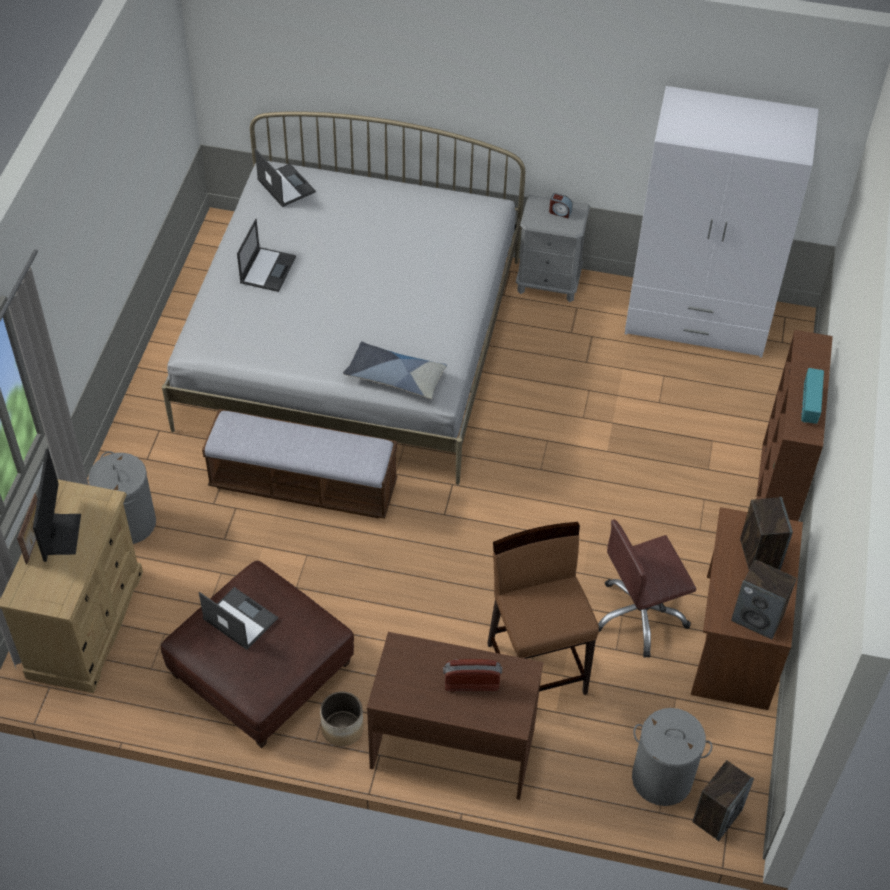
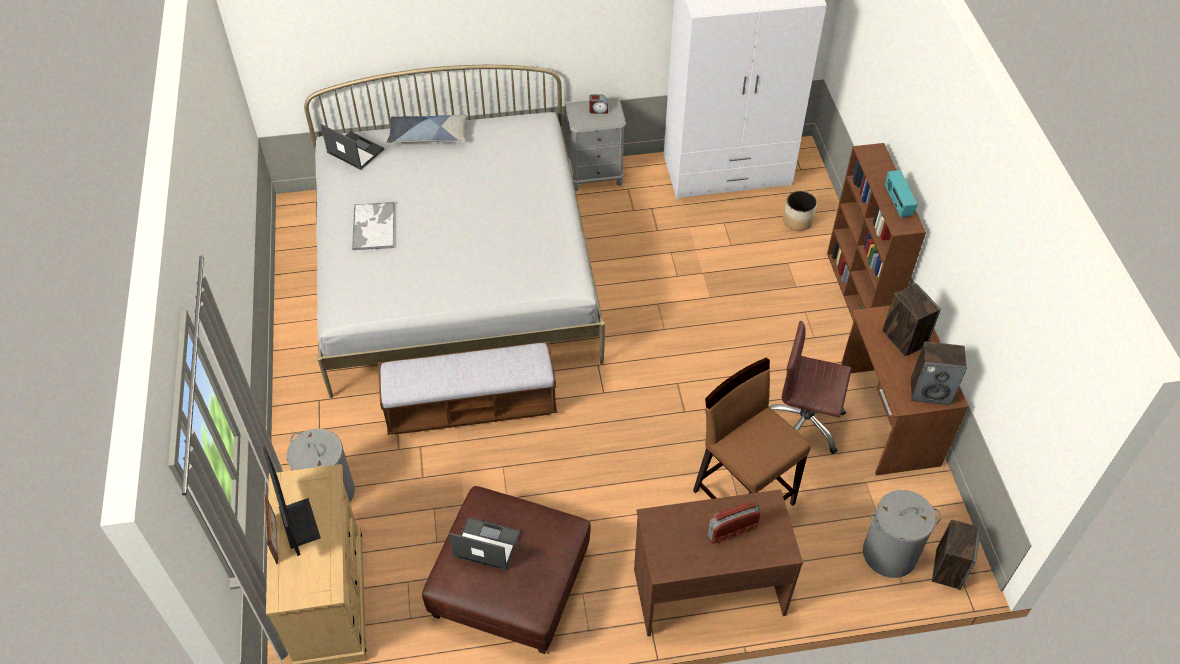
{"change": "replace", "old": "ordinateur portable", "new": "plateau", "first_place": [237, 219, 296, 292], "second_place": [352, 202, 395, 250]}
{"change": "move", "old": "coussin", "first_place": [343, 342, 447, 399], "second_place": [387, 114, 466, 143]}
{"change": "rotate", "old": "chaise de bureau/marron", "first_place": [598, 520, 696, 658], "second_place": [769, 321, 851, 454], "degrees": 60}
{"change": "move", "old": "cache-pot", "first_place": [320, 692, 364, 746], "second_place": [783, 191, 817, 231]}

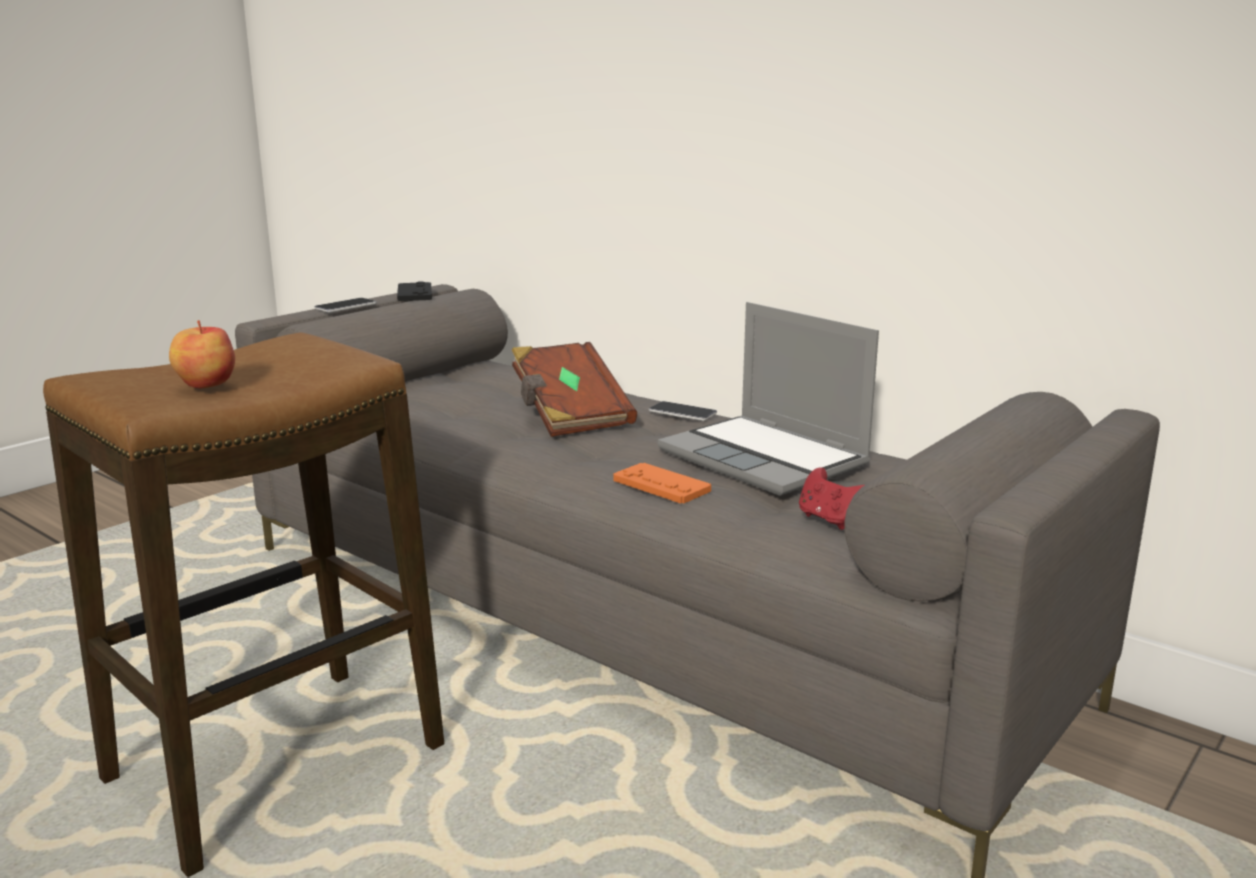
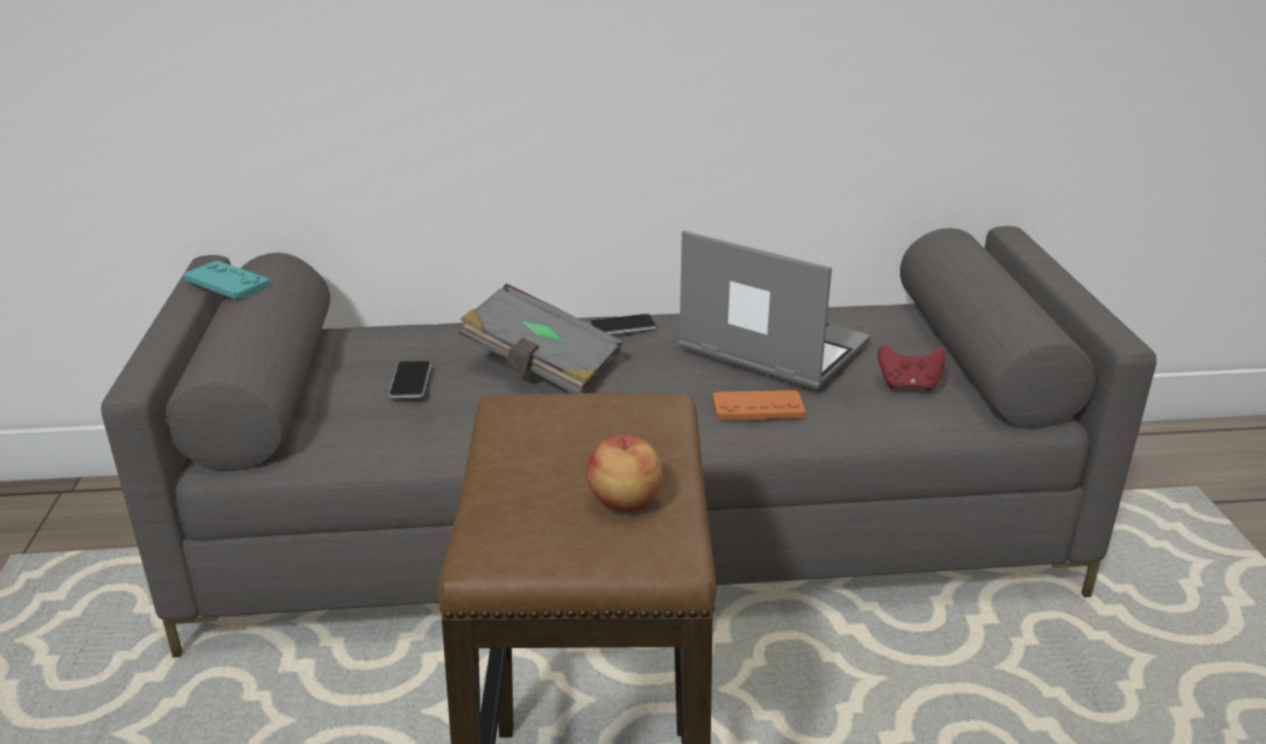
{"change": "recolor", "old": "manette/noir", "new": "manette/turquoise", "first_place": [397, 281, 432, 301], "second_place": [183, 261, 270, 299]}
{"change": "move", "old": "téléphone", "first_place": [314, 298, 376, 313], "second_place": [389, 361, 431, 398]}
{"change": "recolor", "old": "livre/marron", "new": "livre/gris", "first_place": [512, 342, 637, 437], "second_place": [459, 283, 623, 393]}
{"change": "rotate", "old": "ordinateur portable", "first_place": [658, 302, 879, 496], "second_place": [678, 231, 871, 390], "degrees": -150}

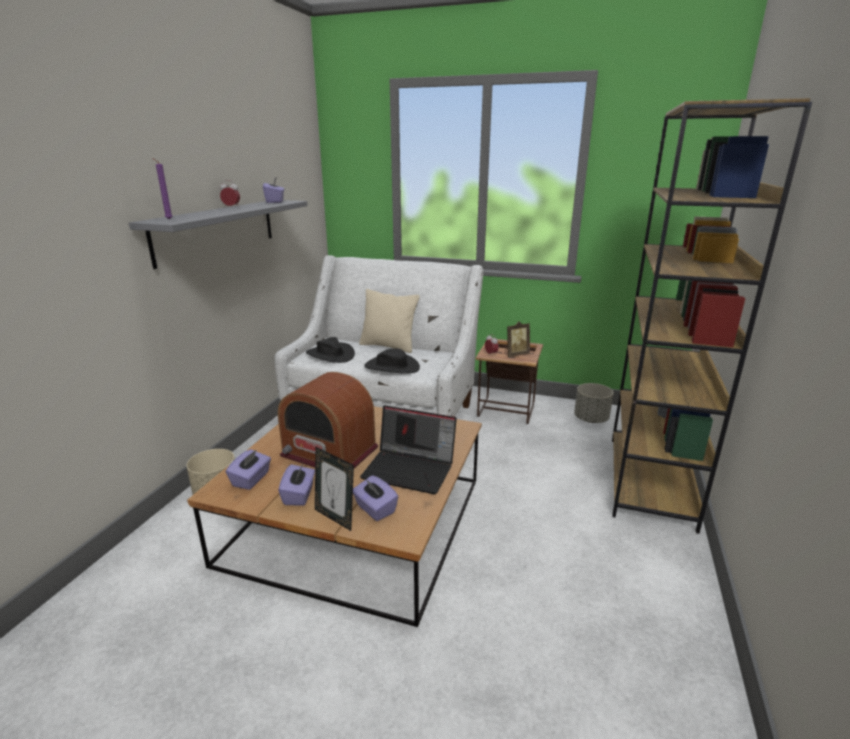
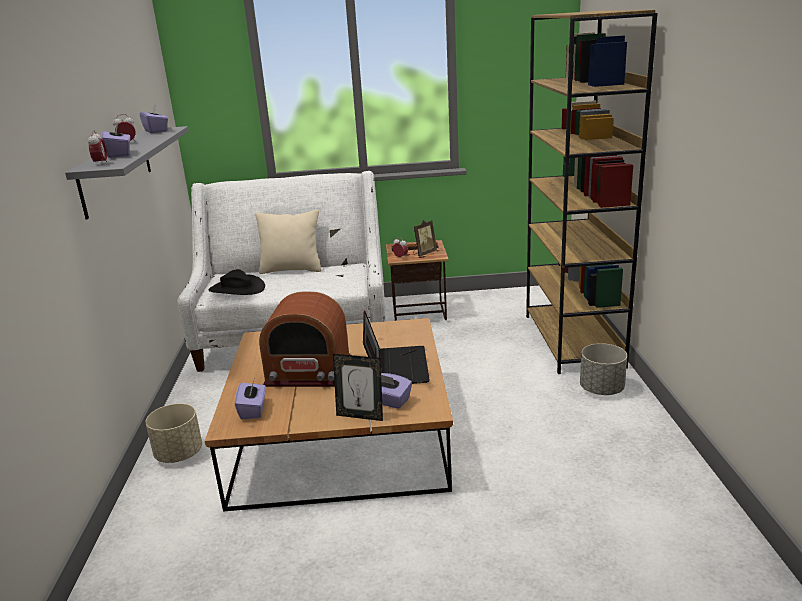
{"change": "replace", "old": "bougie/violet", "new": "réveil", "first_place": [152, 158, 173, 220], "second_place": [88, 130, 107, 165]}
{"change": "move", "old": "boîte à mouchoirs/violet", "first_place": [278, 464, 315, 505], "second_place": [101, 123, 130, 158]}
{"change": "rotate", "old": "ordinateur portable", "first_place": [360, 405, 457, 494], "second_place": [363, 311, 430, 384], "degrees": -90}
{"change": "move", "old": "cache-pot/gris", "first_place": [574, 383, 613, 423], "second_place": [580, 343, 627, 395]}
{"change": "delete", "old": "chapeau/noir", "first_place": [364, 348, 420, 374]}

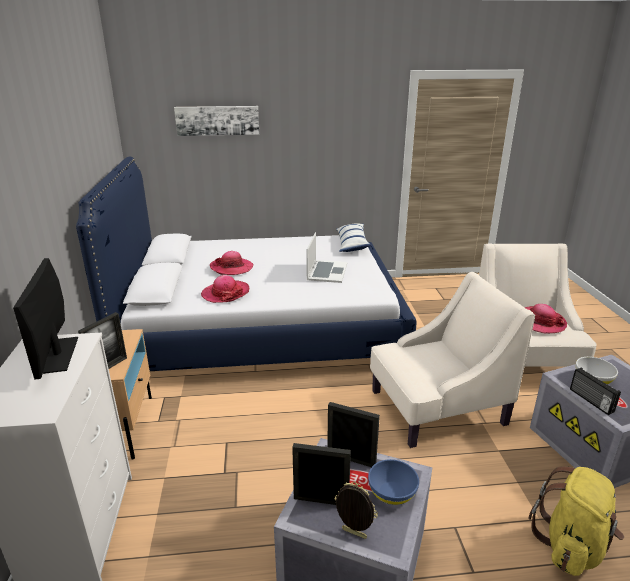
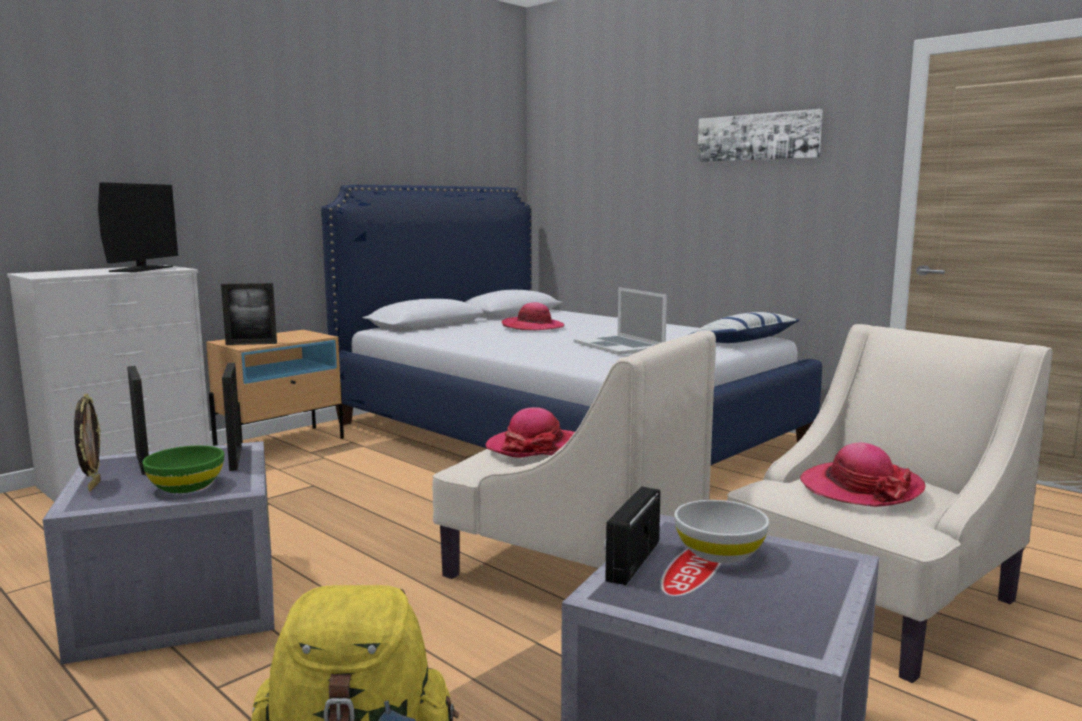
{"change": "rotate", "old": "écran d'ordinateur", "first_place": [13, 258, 78, 380], "second_place": [98, 182, 178, 272], "degrees": 150}
{"change": "recolor", "old": "bol/bleu", "new": "bol/vert", "first_place": [368, 459, 419, 505], "second_place": [142, 446, 224, 493]}
{"change": "move", "old": "chapeau", "first_place": [201, 275, 249, 303], "second_place": [485, 407, 575, 458]}
{"change": "rotate", "old": "ordinateur portable", "first_place": [306, 232, 347, 283], "second_place": [574, 287, 667, 355], "degrees": 90}
{"change": "move", "old": "tableau", "first_place": [174, 106, 259, 136], "second_place": [697, 109, 823, 162]}

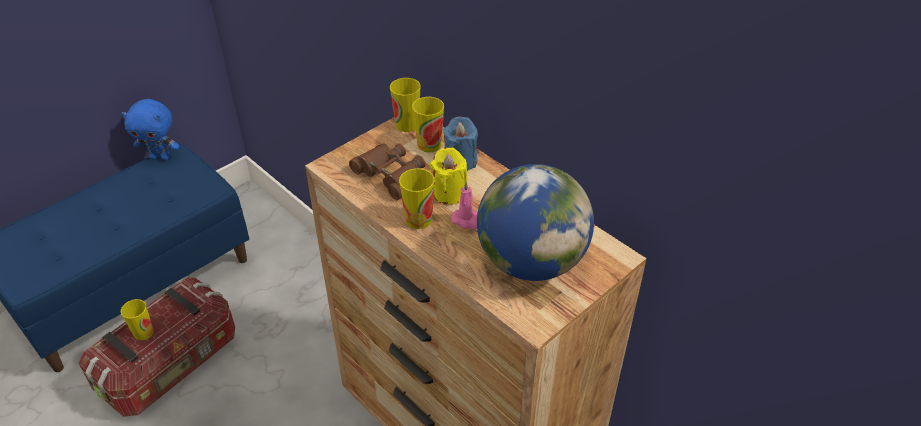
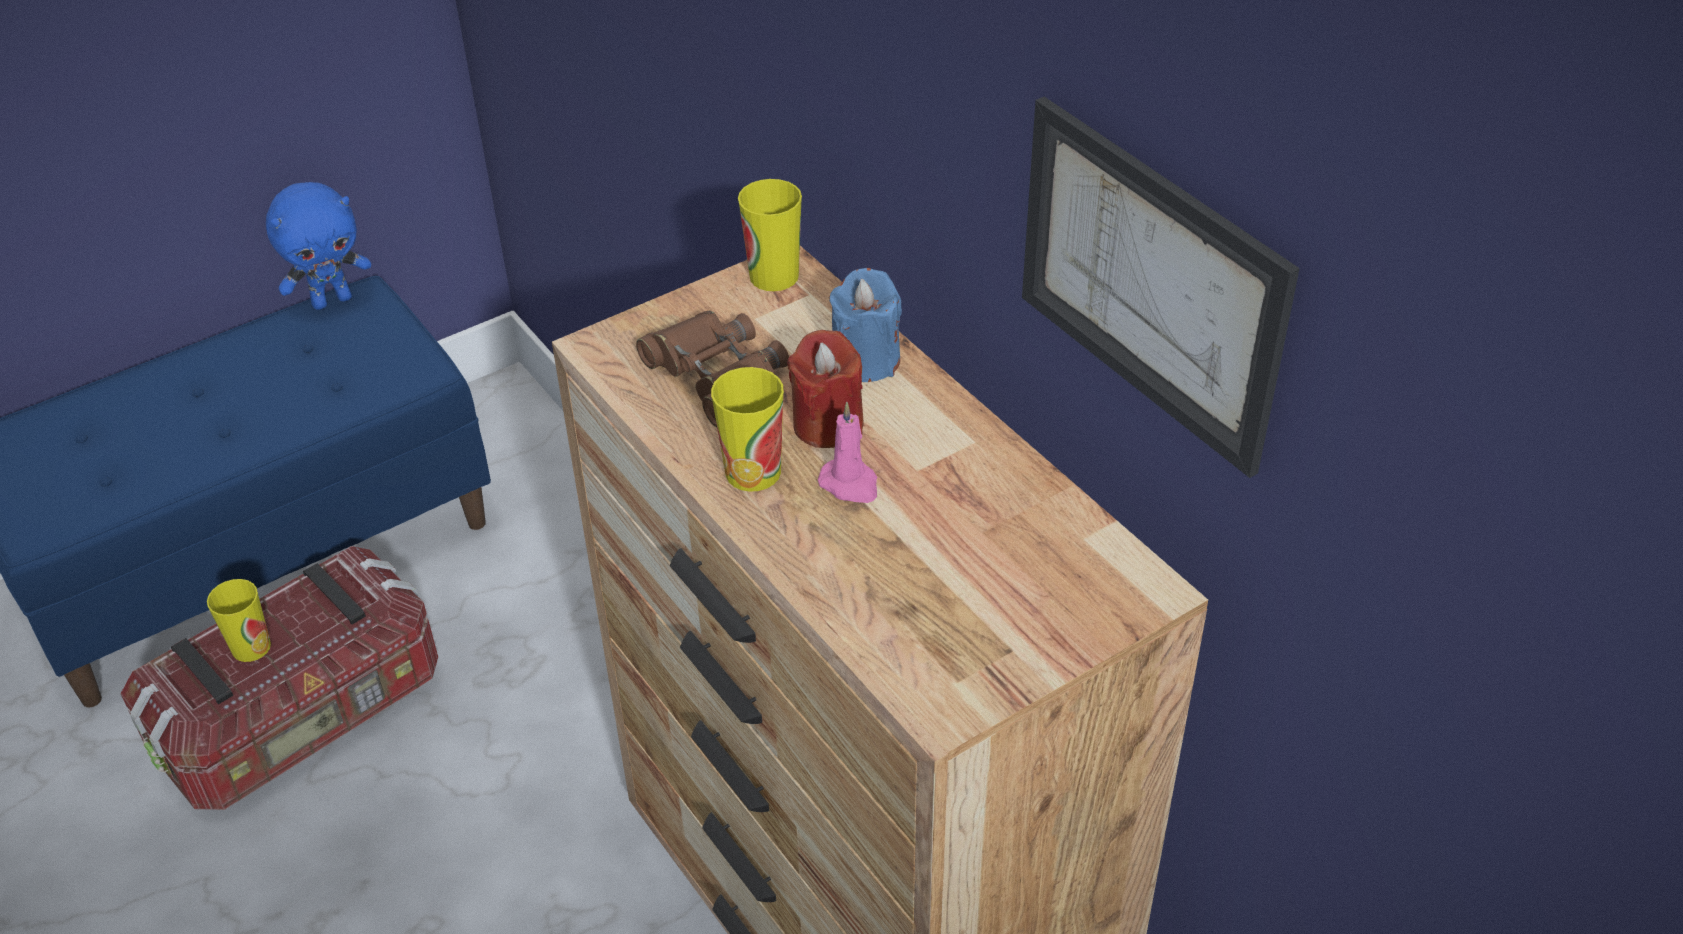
{"change": "rotate", "old": "peluche/bleu", "first_place": [121, 99, 179, 160], "second_place": [266, 182, 371, 310], "degrees": -45}
{"change": "recolor", "old": "bougie/jaune", "new": "bougie/rouge", "first_place": [430, 148, 467, 205], "second_place": [787, 330, 864, 448]}
{"change": "insert", "new": "tableau", "second_place": [1022, 97, 1300, 478]}
{"change": "delete", "old": "tasse", "first_place": [412, 97, 444, 152]}
{"change": "delete", "old": "globe", "first_place": [477, 164, 594, 281]}

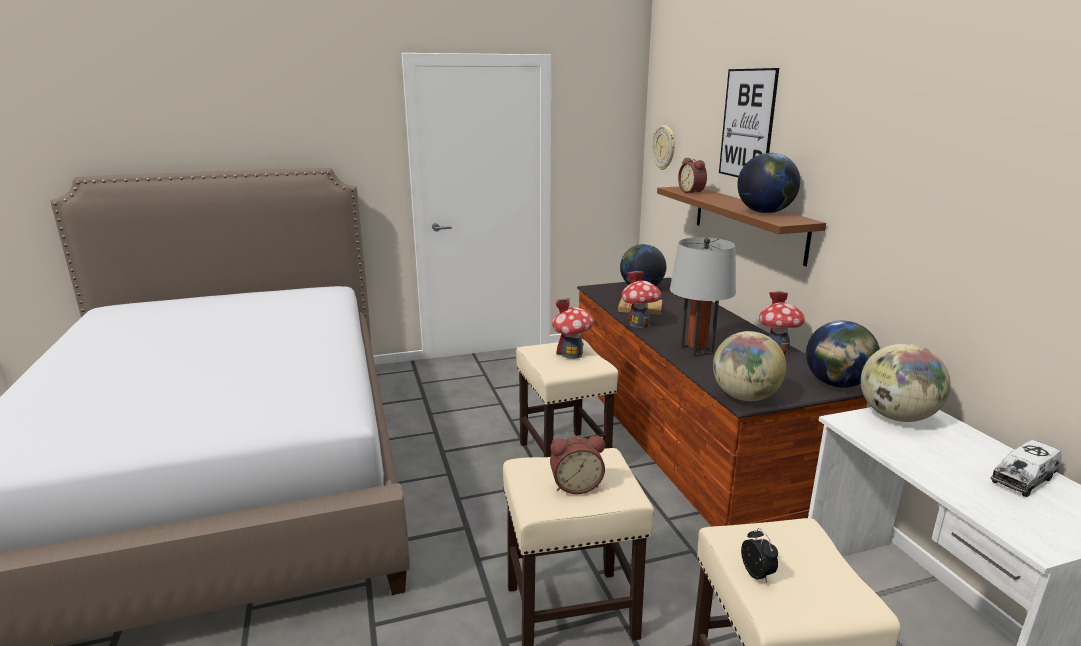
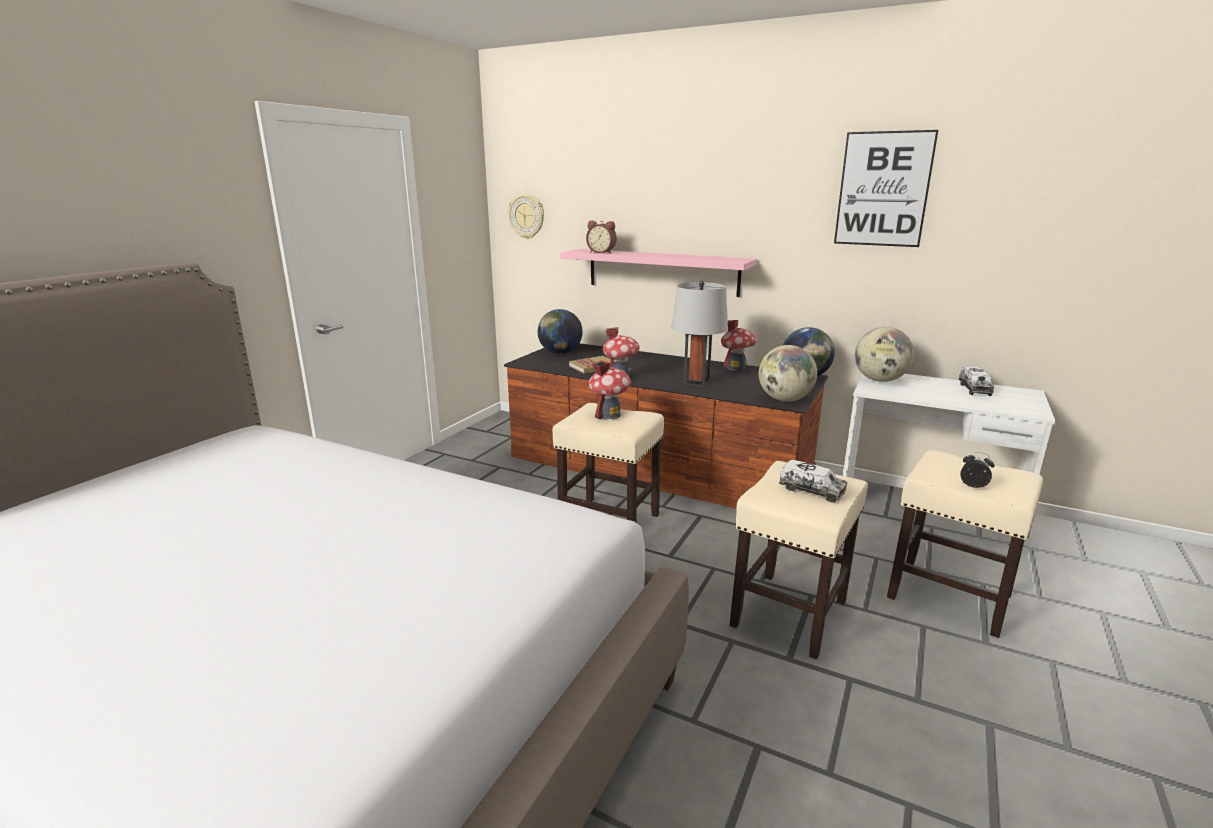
{"change": "recolor", "old": "étagère/marron", "new": "étagère/rose", "first_place": [657, 186, 826, 267], "second_place": [560, 249, 757, 297]}
{"change": "replace", "old": "réveil", "new": "camion jouet", "first_place": [550, 436, 605, 494], "second_place": [779, 460, 847, 503]}
{"change": "move", "old": "tableau", "first_place": [719, 68, 779, 177], "second_place": [834, 130, 938, 247]}
{"change": "delete", "old": "globe", "first_place": [737, 153, 800, 213]}

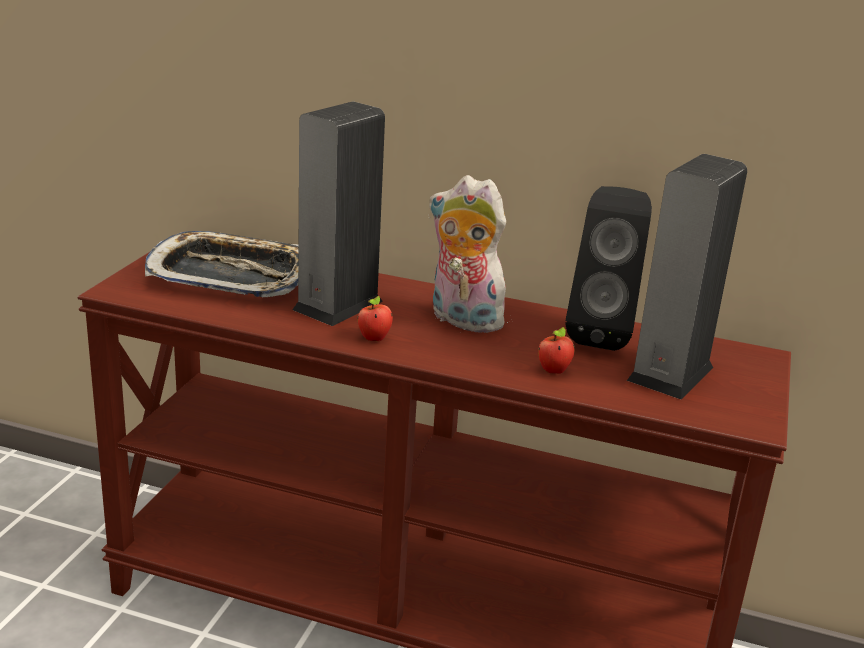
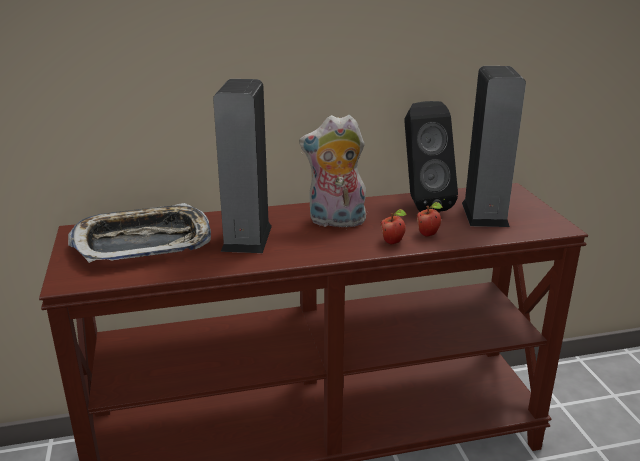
{"change": "move", "old": "pomme", "first_place": [357, 296, 393, 341], "second_place": [381, 209, 407, 244]}

